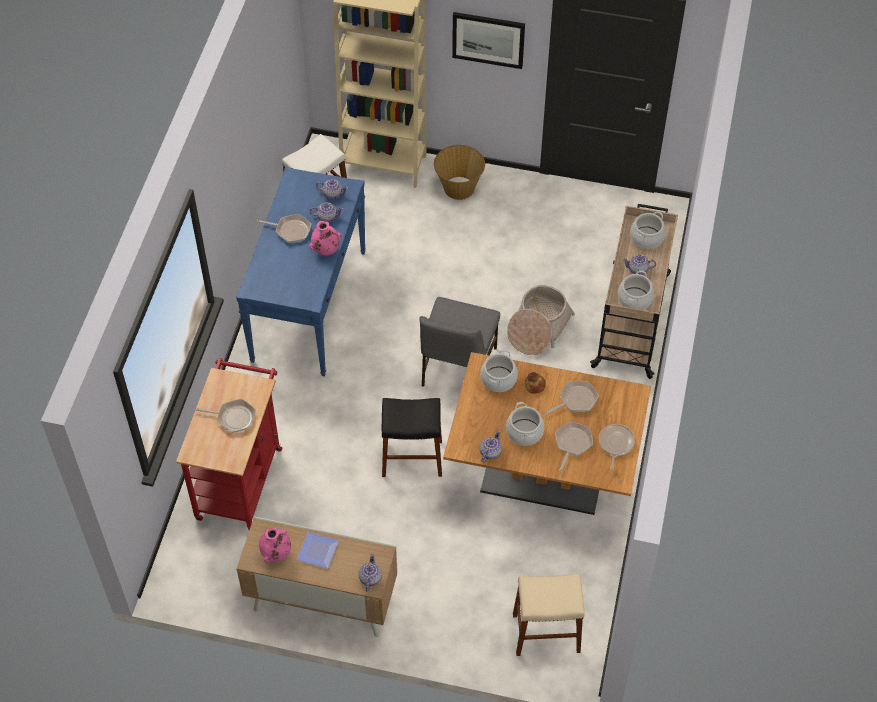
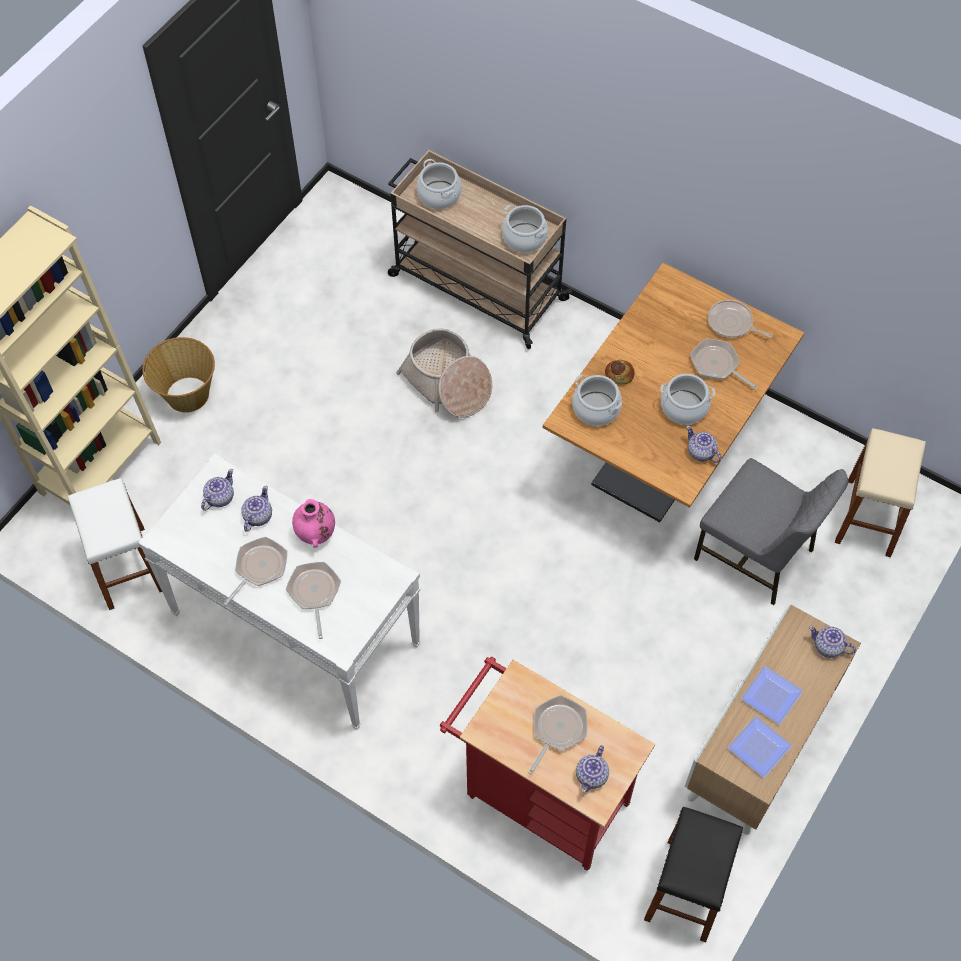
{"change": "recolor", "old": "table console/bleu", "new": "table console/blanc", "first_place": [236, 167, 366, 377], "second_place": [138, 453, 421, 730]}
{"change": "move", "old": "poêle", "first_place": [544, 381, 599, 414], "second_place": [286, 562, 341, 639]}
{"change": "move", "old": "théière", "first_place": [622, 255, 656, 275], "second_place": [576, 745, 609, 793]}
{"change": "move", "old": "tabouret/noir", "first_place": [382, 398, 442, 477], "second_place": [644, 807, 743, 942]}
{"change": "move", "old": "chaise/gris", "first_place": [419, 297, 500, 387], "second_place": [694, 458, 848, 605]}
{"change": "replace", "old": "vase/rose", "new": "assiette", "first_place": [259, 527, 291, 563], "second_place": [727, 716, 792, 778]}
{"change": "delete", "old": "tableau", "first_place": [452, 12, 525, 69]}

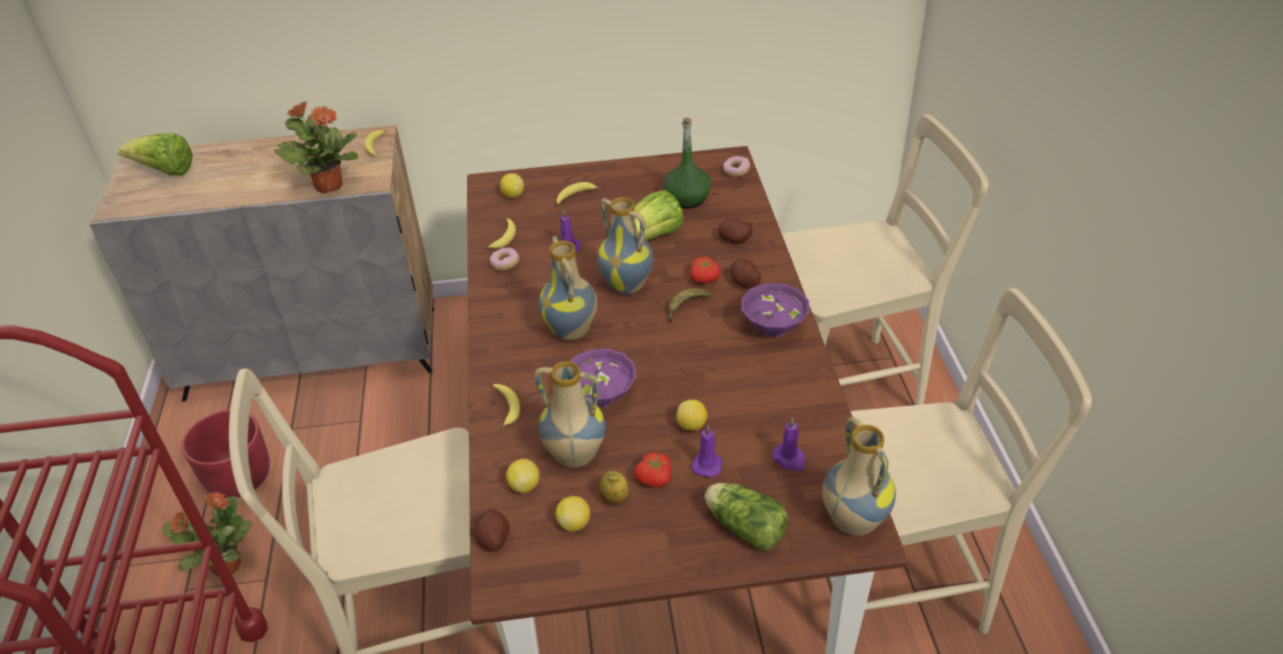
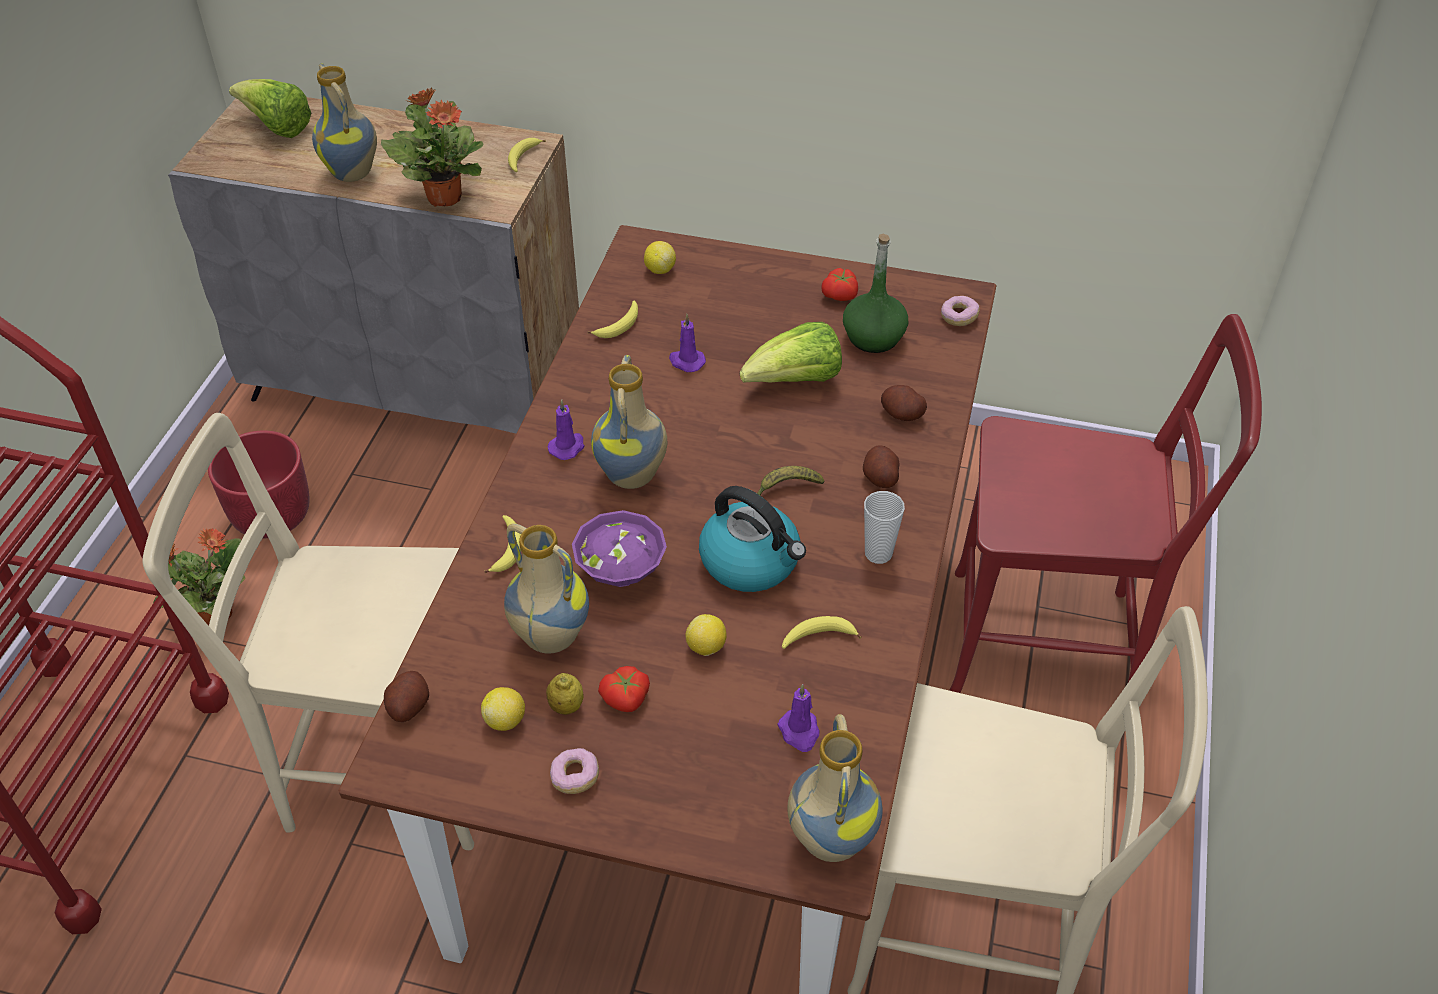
{"change": "move", "old": "vase", "first_place": [597, 197, 653, 295], "second_place": [312, 63, 377, 182]}
{"change": "move", "old": "bougie/violet", "first_place": [691, 425, 722, 477], "second_place": [548, 399, 584, 460]}
{"change": "move", "old": "beignet", "first_place": [490, 248, 519, 271], "second_place": [550, 748, 599, 794]}
{"change": "insert", "new": "bouilloire", "second_place": [699, 486, 806, 592]}
{"change": "move", "old": "banane", "first_place": [556, 182, 600, 204], "second_place": [782, 616, 862, 649]}
{"change": "move", "old": "tomate", "first_place": [690, 256, 720, 283], "second_place": [822, 268, 858, 301]}
{"change": "replace", "old": "bol/violet", "new": "tasse", "first_place": [741, 283, 809, 337], "second_place": [864, 491, 905, 564]}
{"change": "recolor", "old": "chaise/beige", "new": "chaise/rouge", "first_place": [781, 114, 989, 405], "second_place": [949, 314, 1262, 693]}
{"change": "delete", "old": "citron", "first_place": [506, 459, 540, 493]}
{"change": "delete", "old": "laitue", "first_place": [705, 483, 788, 550]}

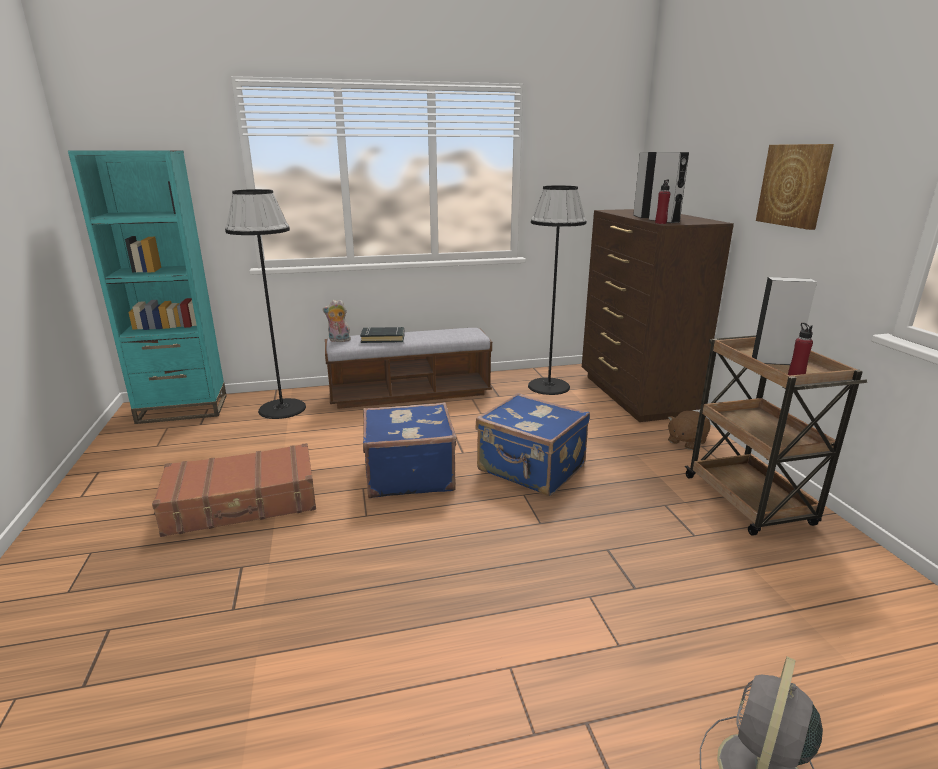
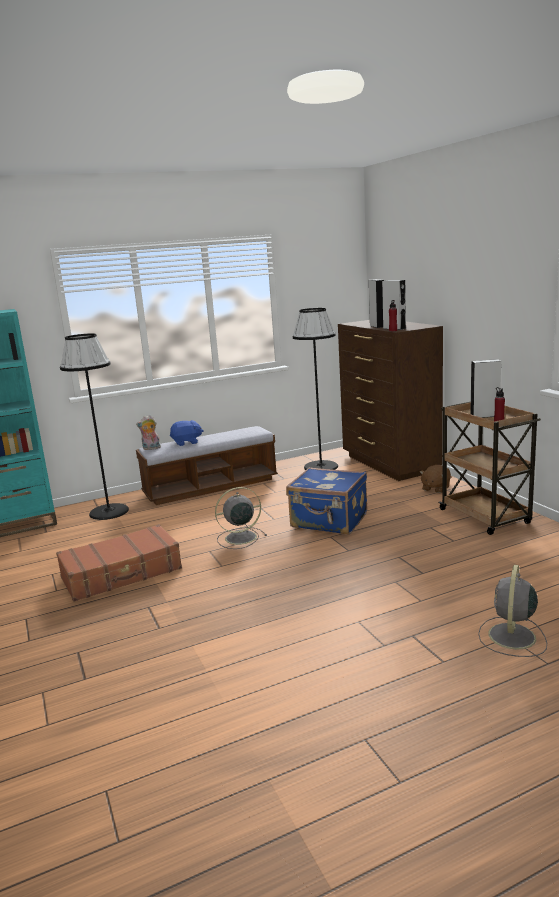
{"change": "replace", "old": "livre/noir", "new": "peluche/bleu", "first_place": [360, 327, 405, 343], "second_place": [170, 420, 204, 446]}
{"change": "replace", "old": "valise/bleu", "new": "ventilateur/gris", "first_place": [363, 402, 457, 499], "second_place": [215, 487, 267, 549]}
{"change": "delete", "old": "tableau", "first_place": [756, 144, 834, 230]}

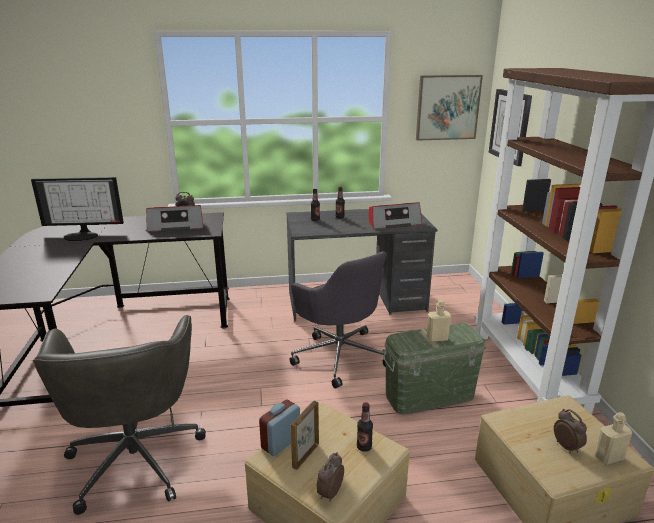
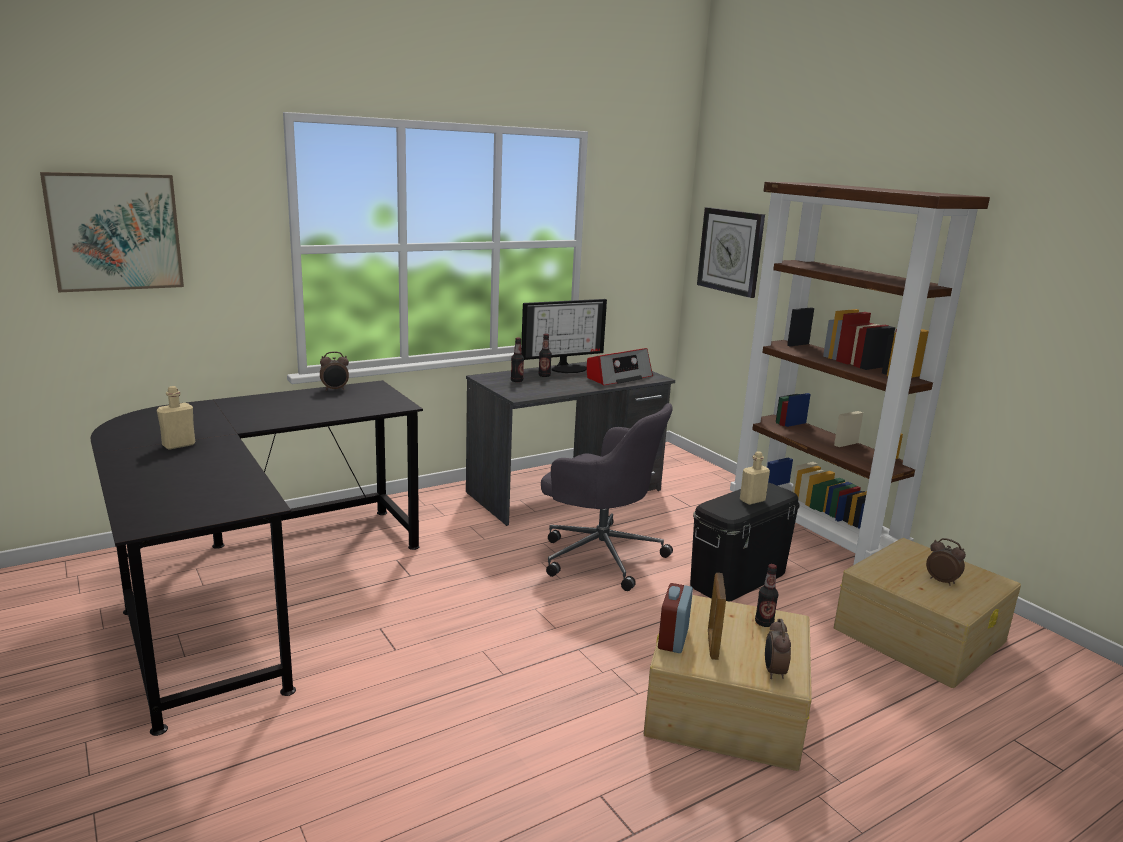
{"change": "move", "old": "tableau", "first_place": [416, 75, 483, 141], "second_place": [40, 172, 184, 293]}
{"change": "move", "old": "bouteille/beige", "first_place": [594, 412, 632, 465], "second_place": [157, 386, 195, 450]}
{"change": "move", "old": "écran d'ordinateur", "first_place": [31, 177, 124, 241], "second_place": [521, 299, 607, 373]}
{"change": "recolor", "old": "boîte de rangement/vert", "new": "boîte de rangement/noir", "first_place": [383, 323, 486, 415], "second_place": [690, 483, 800, 602]}
{"change": "delete", "old": "chaise de bureau/gris", "first_place": [33, 315, 206, 515]}
{"change": "delete", "old": "radio", "first_place": [146, 205, 204, 232]}

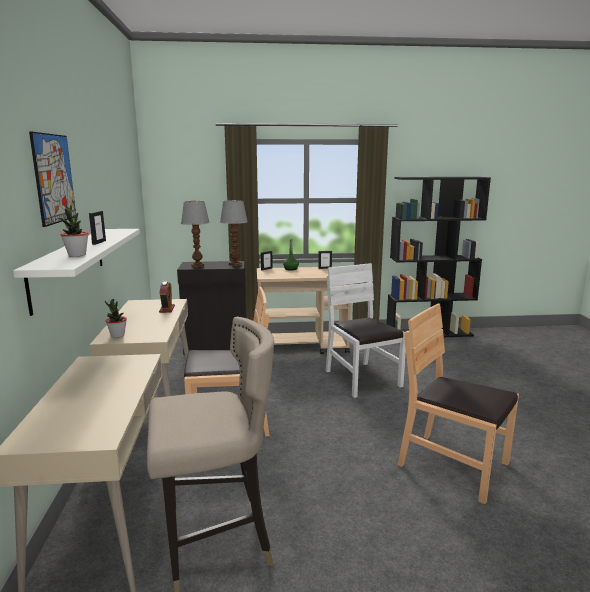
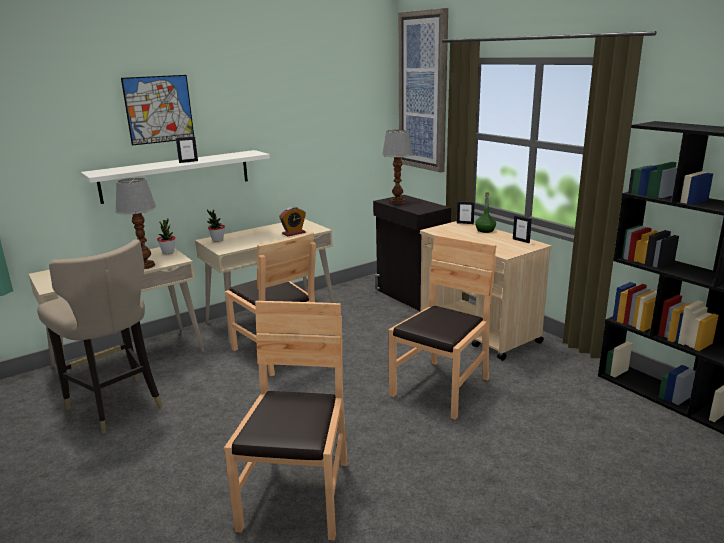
{"change": "move", "old": "lampe de table", "first_place": [220, 200, 248, 266], "second_place": [115, 178, 157, 269]}
{"change": "move", "old": "plante en pot", "first_place": [60, 205, 89, 257], "second_place": [157, 218, 175, 254]}
{"change": "recolor", "old": "chaise/blanc", "new": "chaise/marron", "first_place": [326, 263, 406, 398], "second_place": [388, 235, 497, 420]}
{"change": "insert", "new": "tableau", "second_place": [398, 8, 448, 172]}

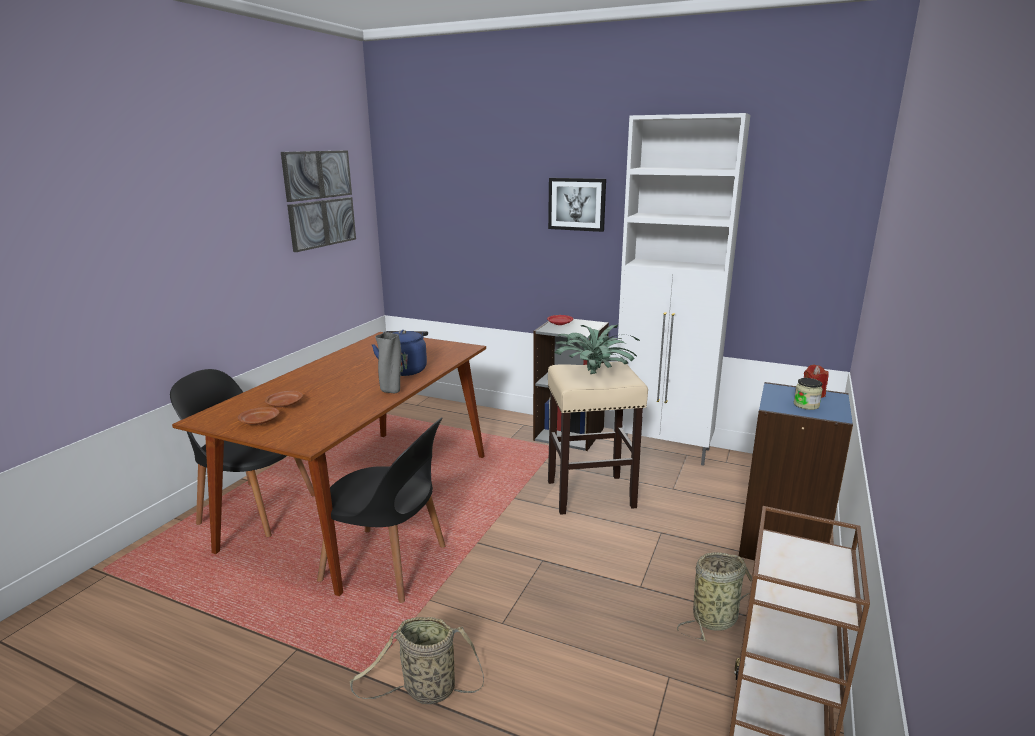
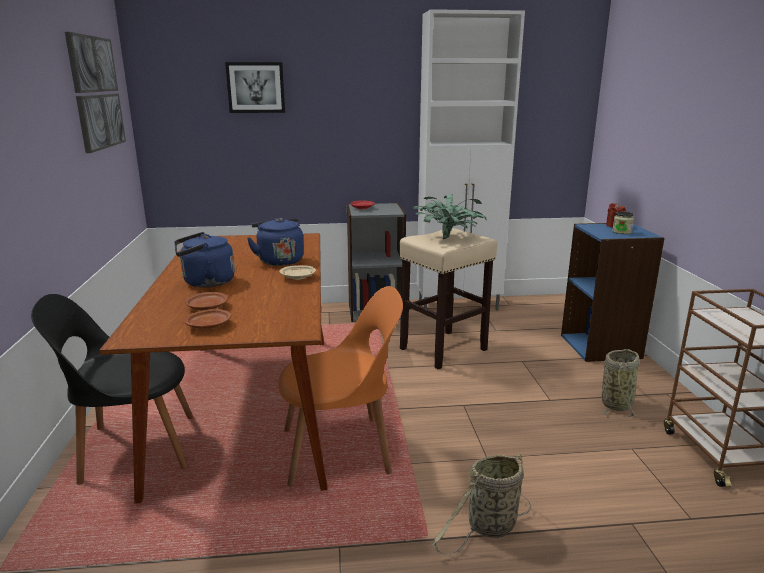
{"change": "insert", "new": "bouilloire/bleu", "second_place": [174, 232, 235, 288]}
{"change": "move", "old": "tableau", "first_place": [548, 178, 606, 232], "second_place": [225, 62, 285, 113]}
{"change": "recolor", "old": "chaise/noir", "new": "chaise/orange", "first_place": [317, 417, 445, 603], "second_place": [278, 286, 403, 486]}
{"change": "replace", "old": "vase/gris", "new": "assiette/beige", "first_place": [375, 332, 401, 393], "second_place": [280, 265, 316, 280]}

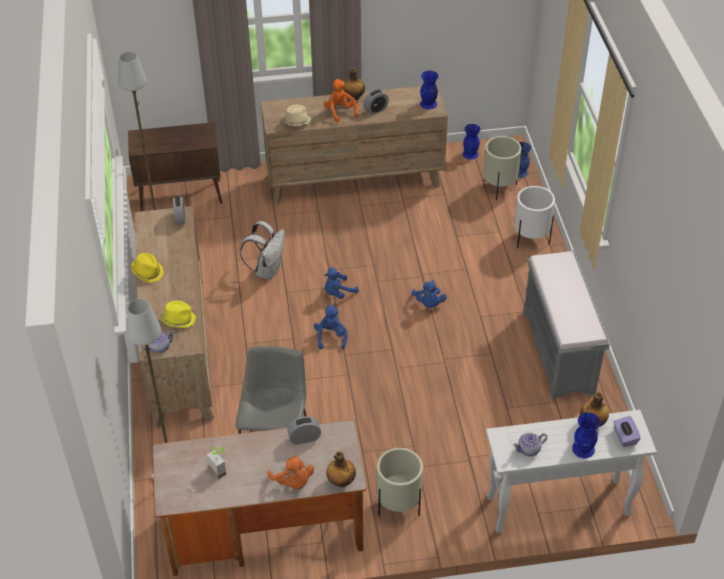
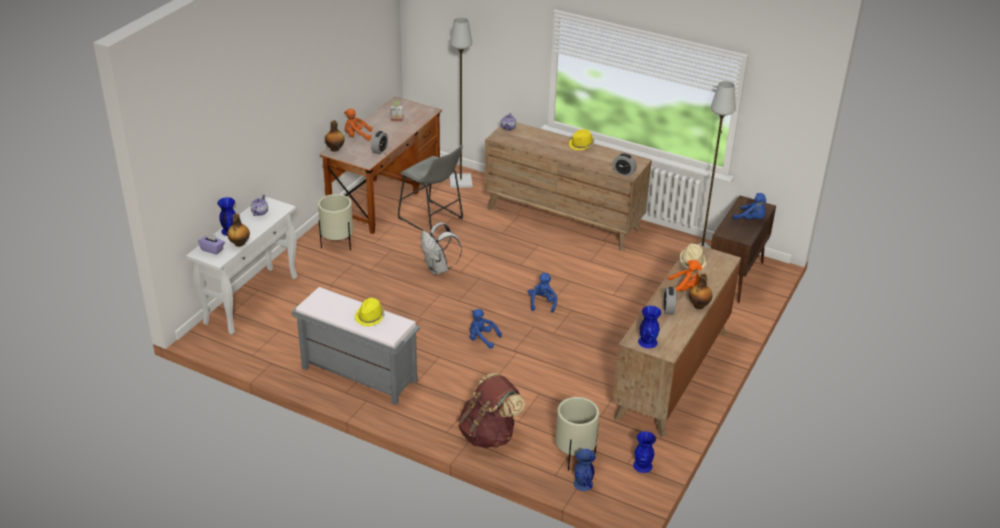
{"change": "move", "old": "chapeau/jaune", "first_place": [160, 300, 196, 328], "second_place": [355, 298, 385, 327]}
{"change": "move", "old": "sac à dos/blanc", "first_place": [240, 221, 284, 280], "second_place": [421, 222, 462, 275]}
{"change": "replace", "old": "cache-pot/blanc", "new": "sac à dos/marron", "first_place": [514, 186, 555, 248], "second_place": [458, 373, 525, 448]}
{"change": "move", "old": "peluche/bleu", "first_place": [314, 305, 347, 349], "second_place": [733, 193, 767, 220]}

